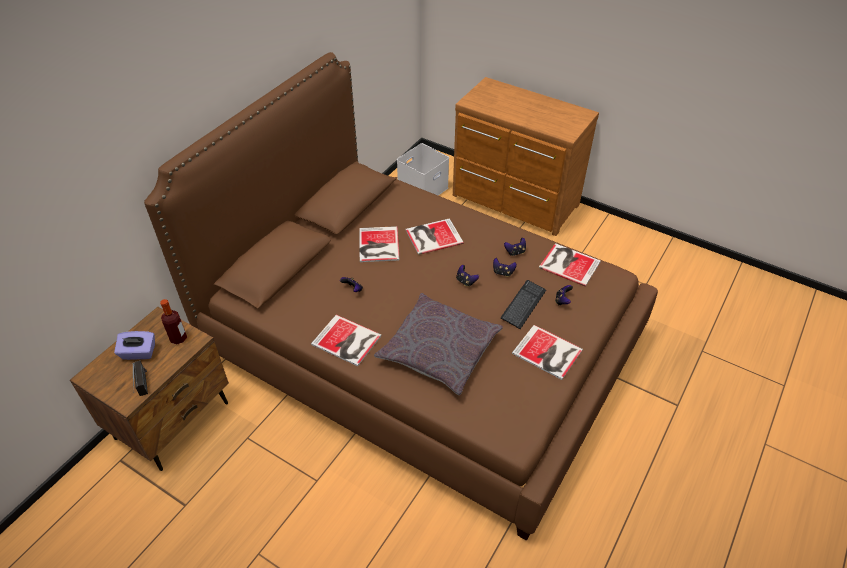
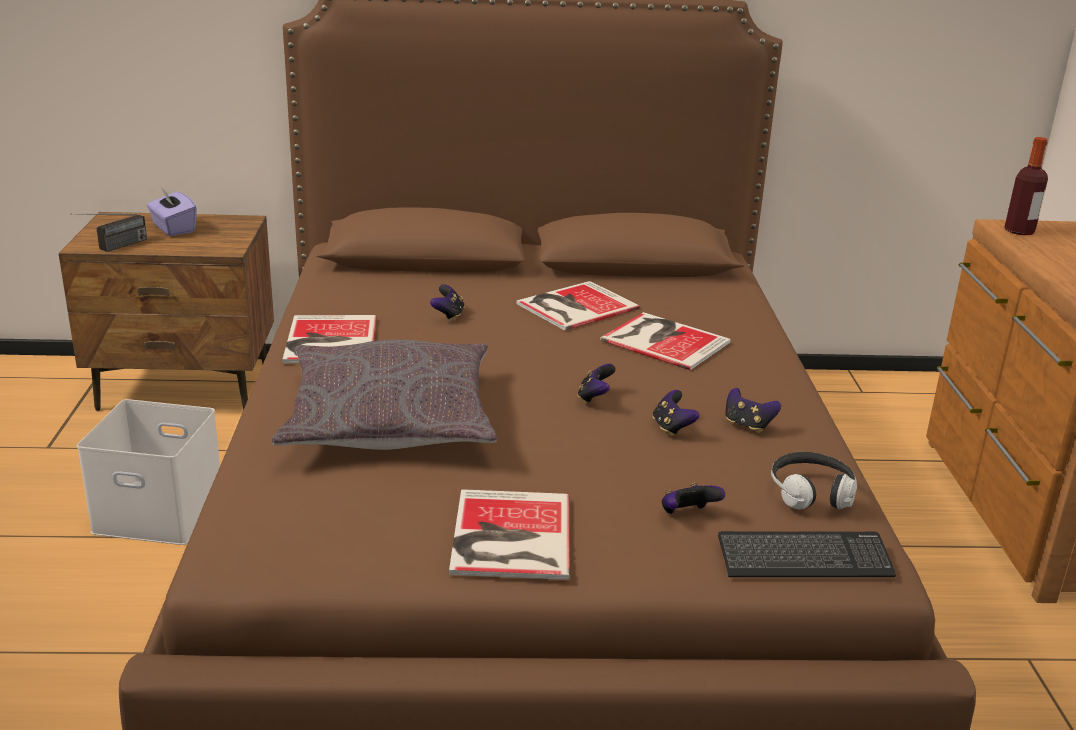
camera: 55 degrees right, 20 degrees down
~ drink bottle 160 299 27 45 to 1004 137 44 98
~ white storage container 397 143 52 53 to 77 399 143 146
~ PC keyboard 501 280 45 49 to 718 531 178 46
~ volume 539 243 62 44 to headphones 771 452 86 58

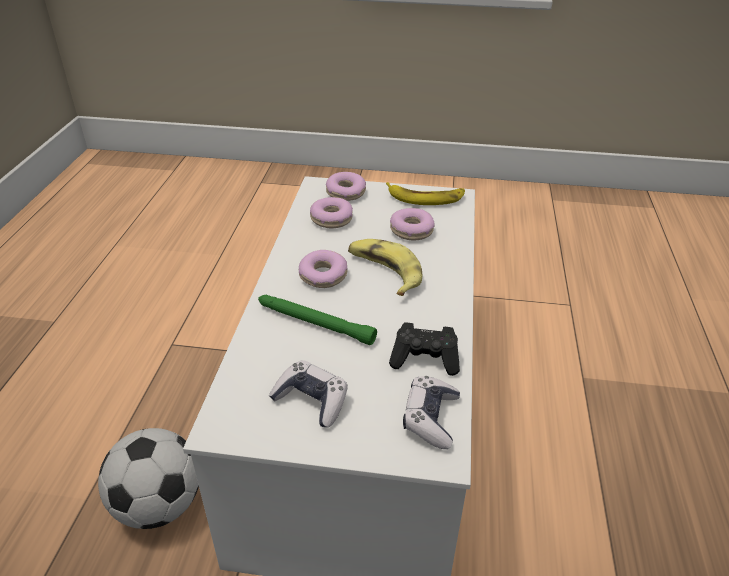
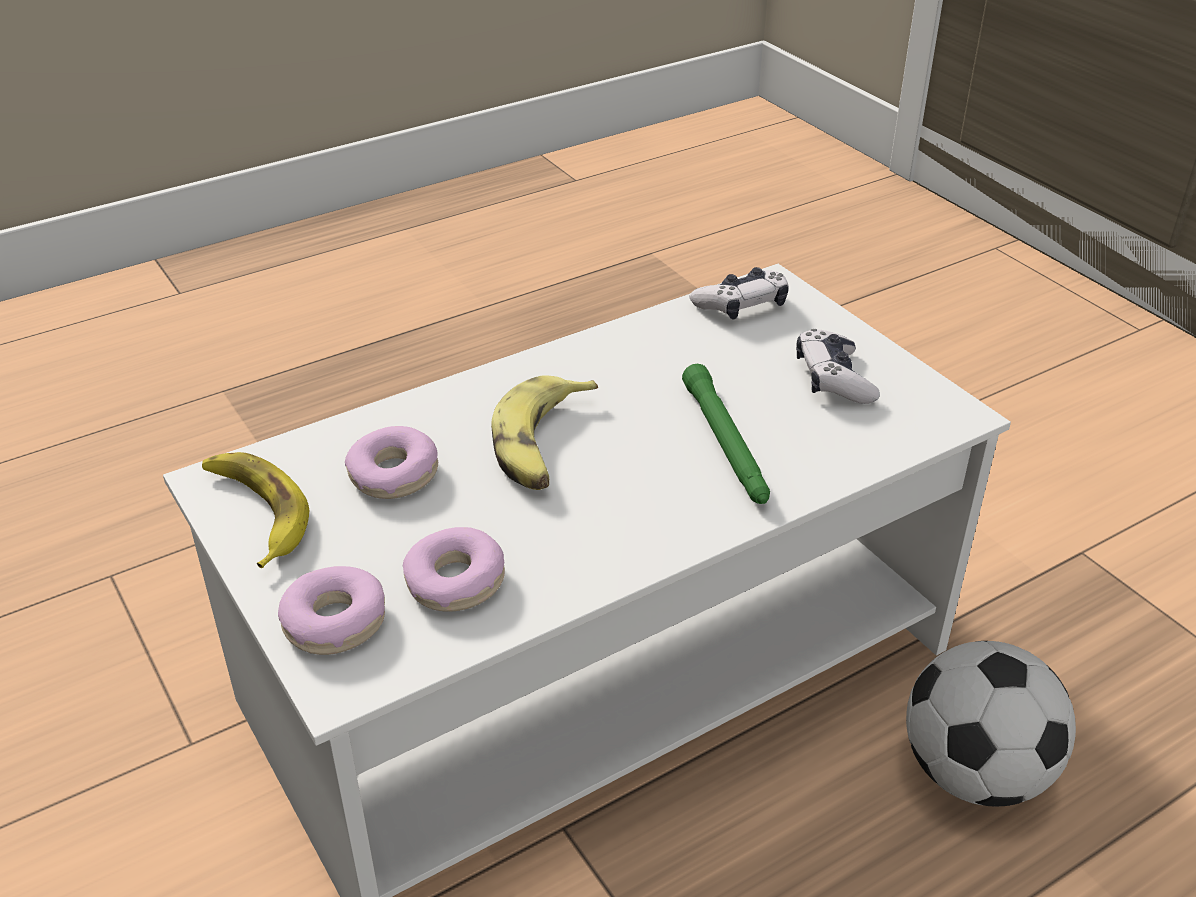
camera: 130 degrees left, 0 degrees up
- donut 299 250 48 38
- blackish game controller 389 322 71 54

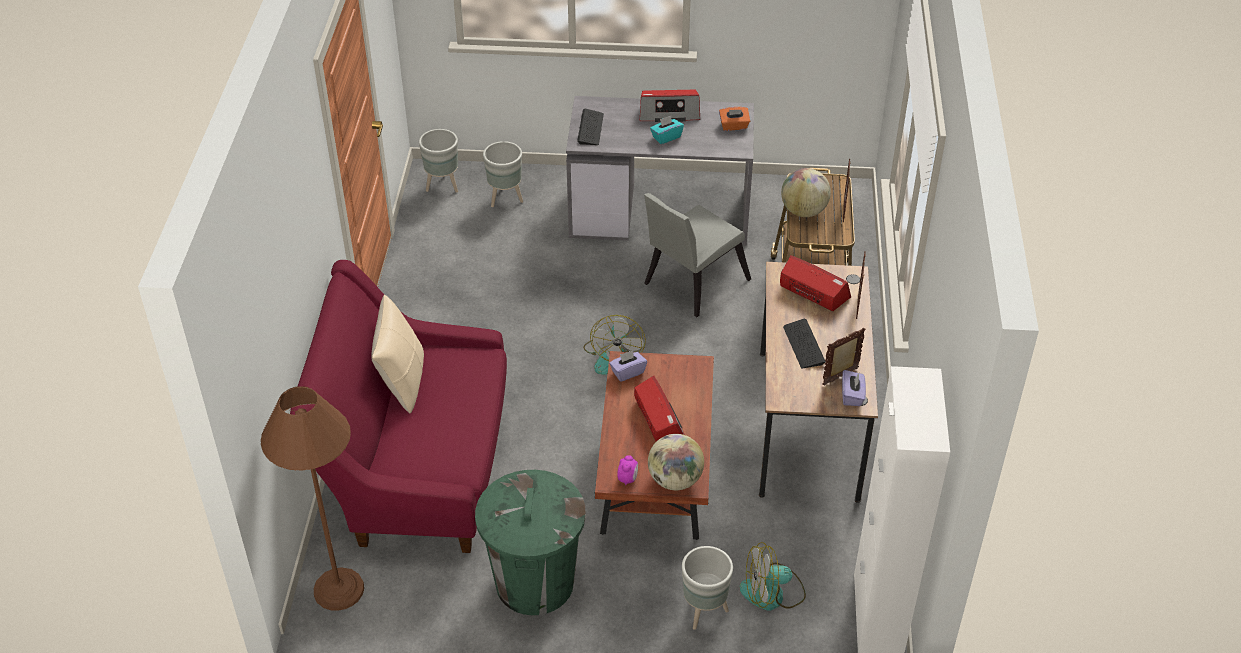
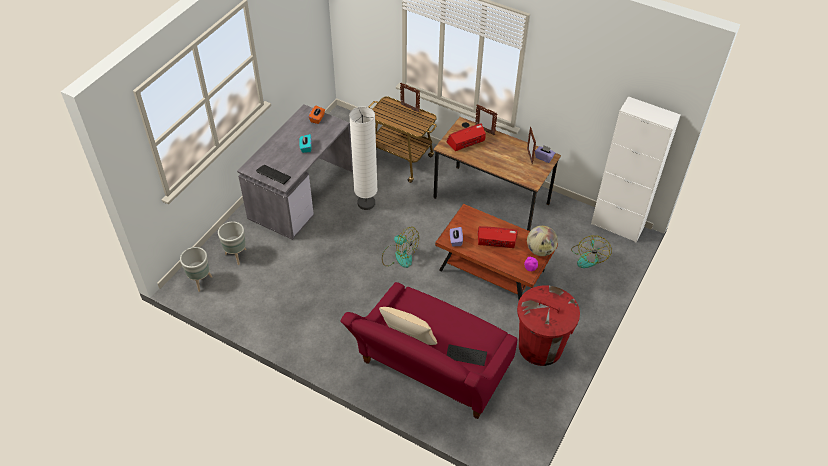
camera: 65 degrees left, 5 degrees up
- brown standard lamp 261 386 103 225
- radio receiver 640 90 60 32
- greyish planter 682 546 51 84
- globe 781 168 50 49
~ PC keyboard 783 319 43 49 to 447 344 40 22
~ greyish plain chair 644 193 107 124 to white standard lamp 349 106 29 104
~ green waste bin 475 470 111 145 to red-coloured waste bin 517 285 63 81

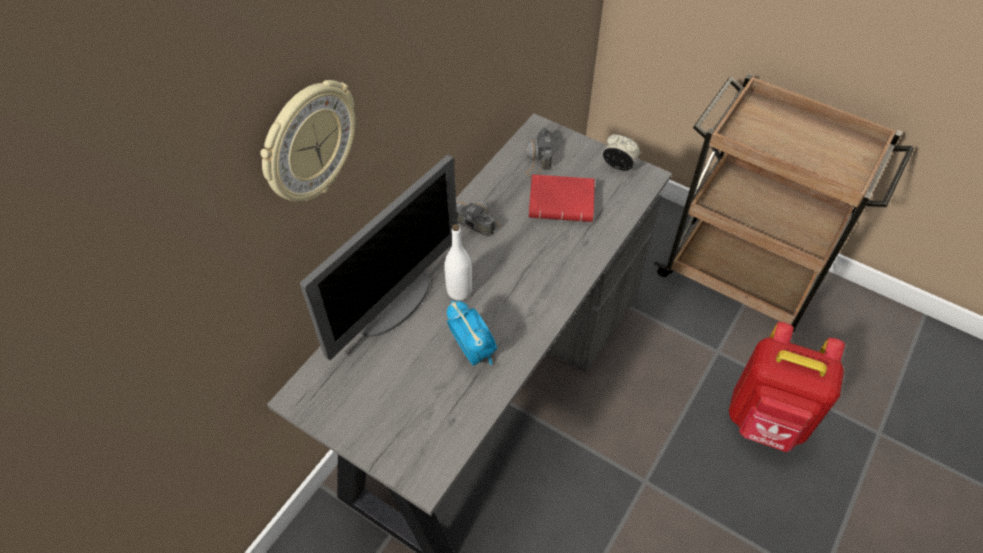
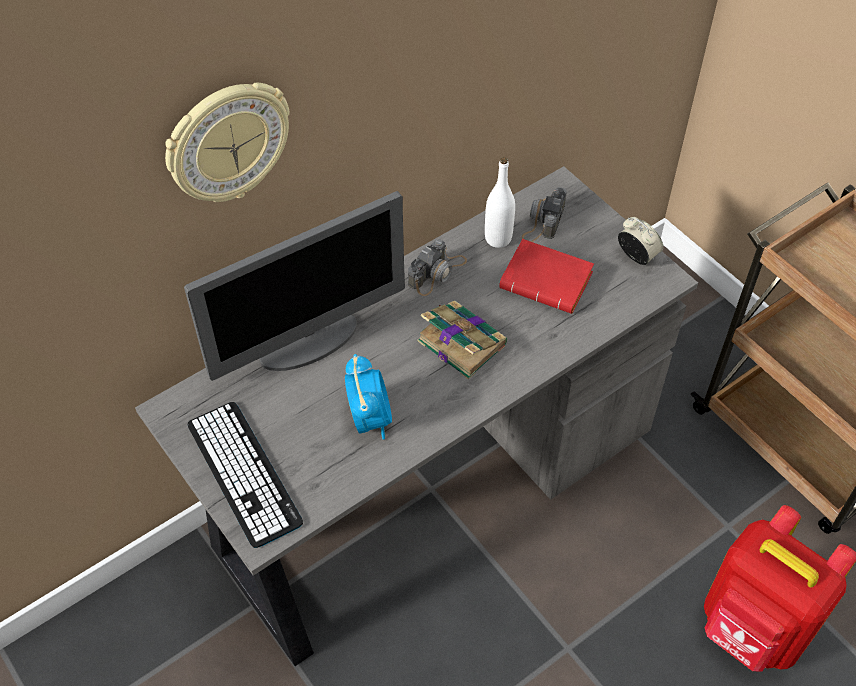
camera: 20 degrees right, 0 degrees up
+ PC keyboard 188 402 115 146
+ volume 417 301 90 79
~ white drink bottle 444 224 28 76 to 485 157 30 91
~ still camera 456 200 44 37 = 408 239 59 57 75 degrees clockwise

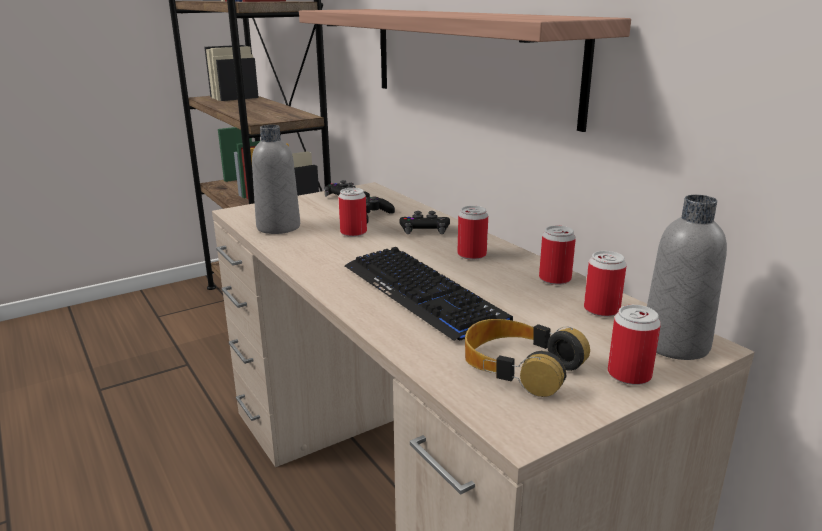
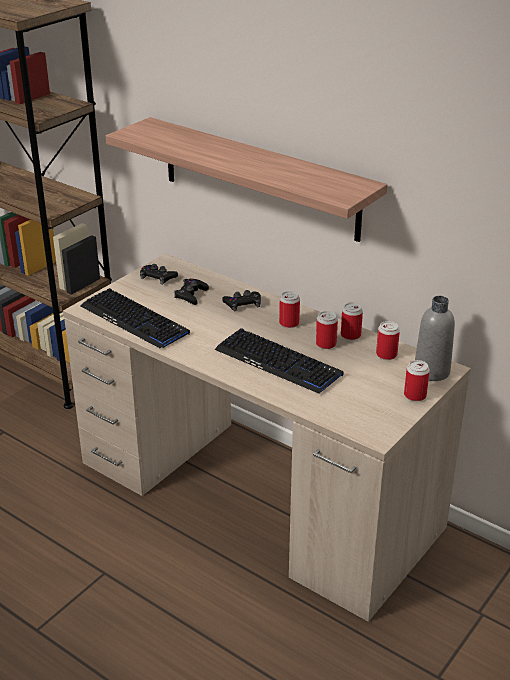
camera: 20 degrees left, 10 degrees up
- headphones 465 319 125 78
~ can 338 188 29 49 to 316 311 22 38
~ greyish drink bottle 252 125 48 109 to PC keyboard 80 288 110 61

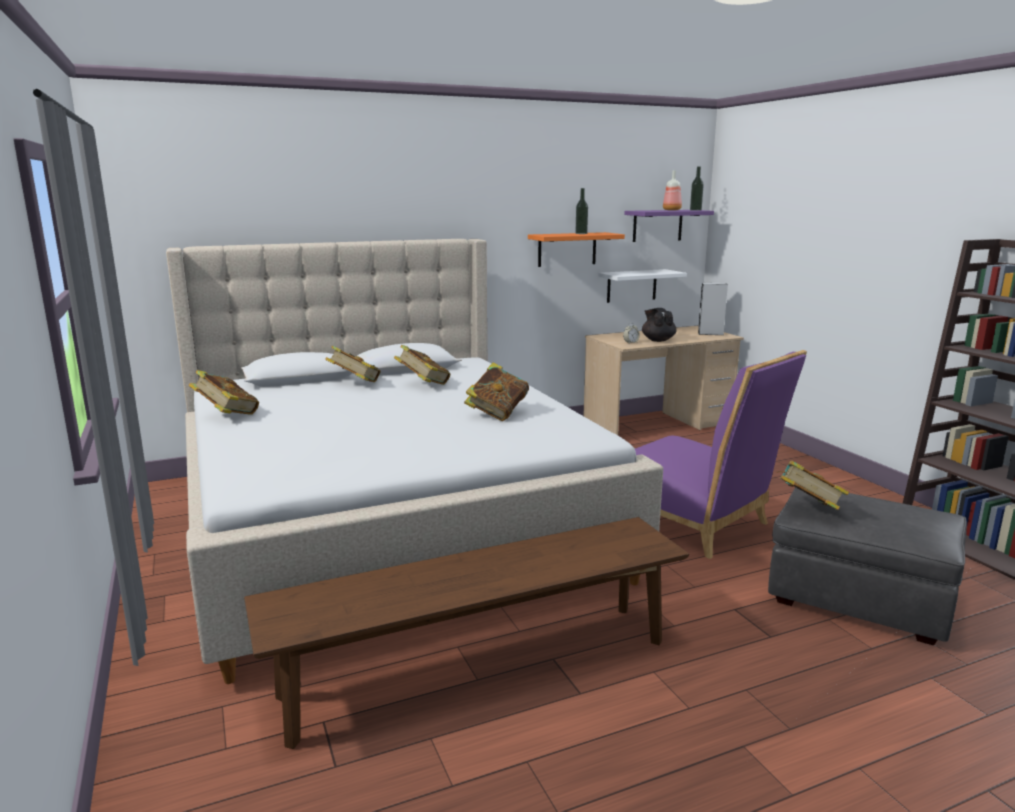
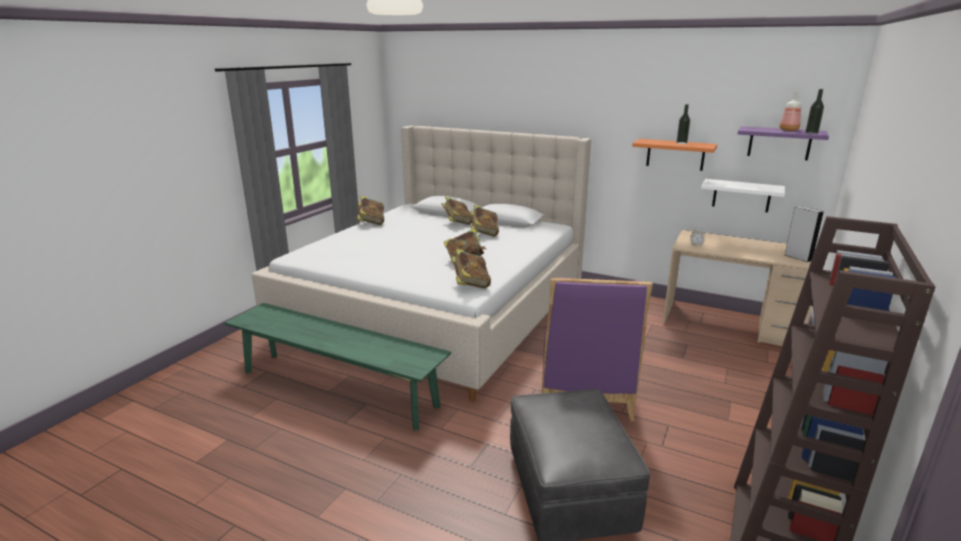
camera: 50 degrees right, 5 degrees up
- blackish tea pot 642 308 35 34
~ volume 776 461 73 49 to 451 249 40 40
~ brown bench 244 517 445 232 to green bench 224 303 227 128

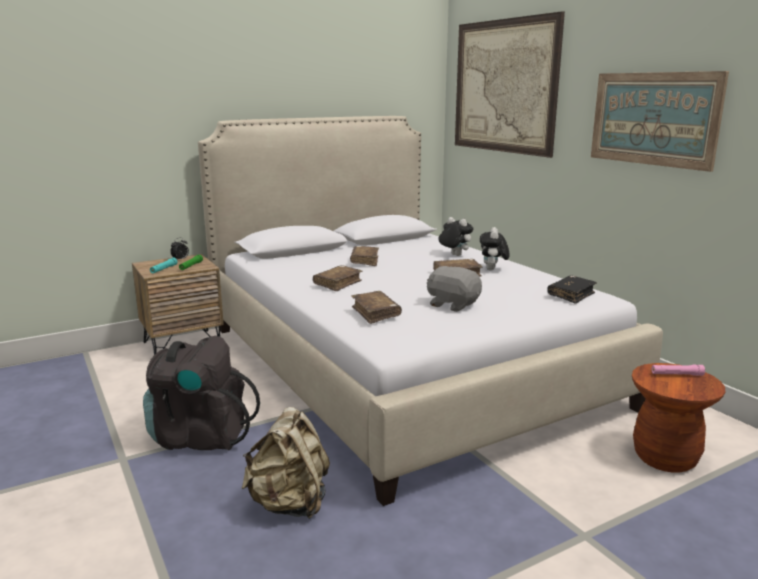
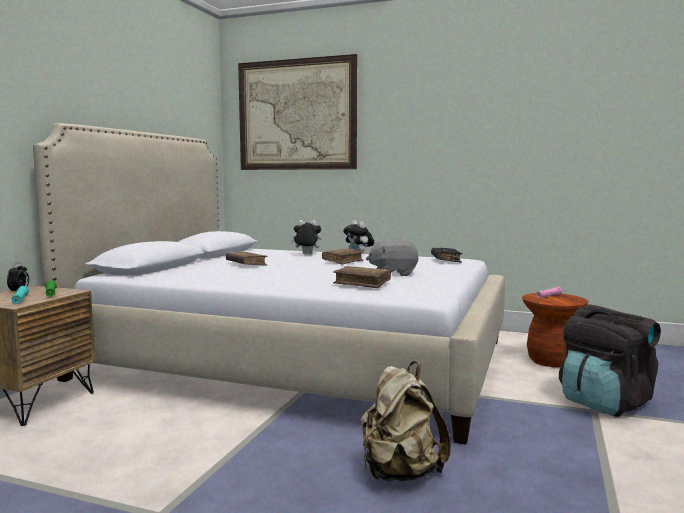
camera: 40 degrees left, 10 degrees down
- brown volume 313 265 49 26
- wall art 591 71 138 101
~ blackish knapsack 143 335 117 115 to 559 304 102 113

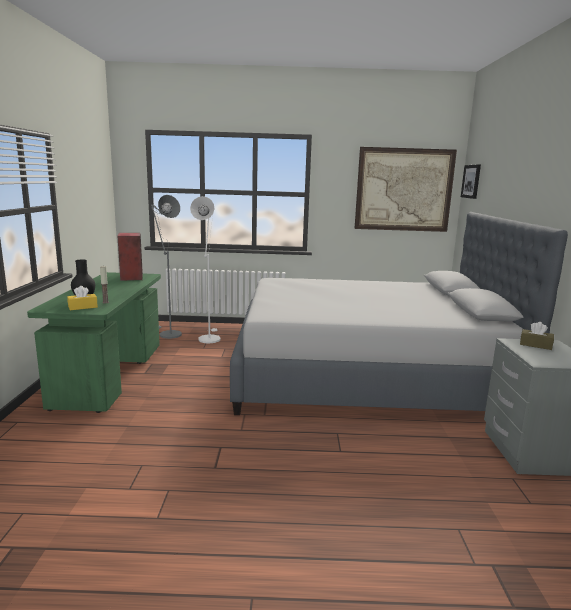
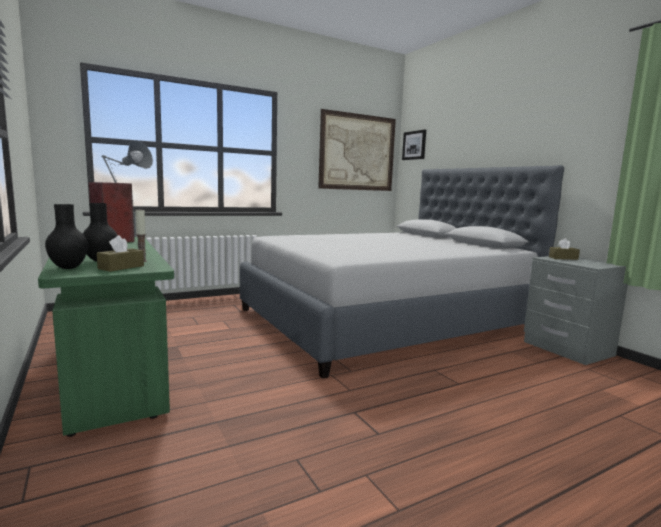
camera: 30 degrees left, 5 degrees down
- white standard lamp 190 196 31 147
+ blackish vase 45 204 43 65
~ yellow tissue holder 67 286 31 24 to brown tissue holder 97 235 47 37

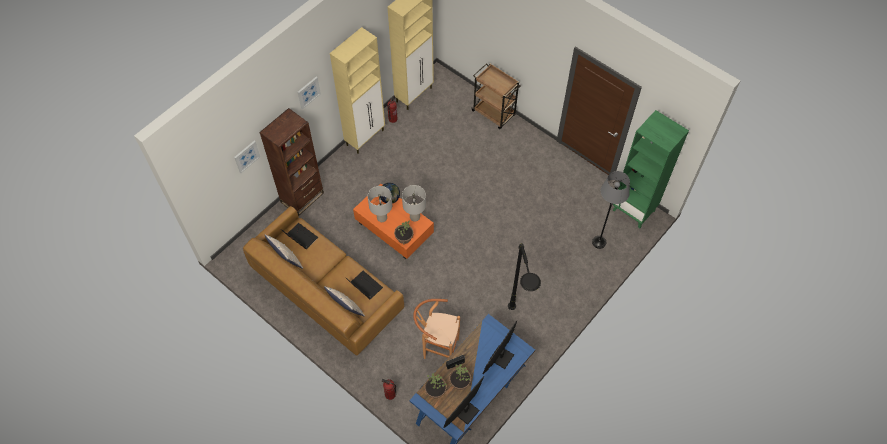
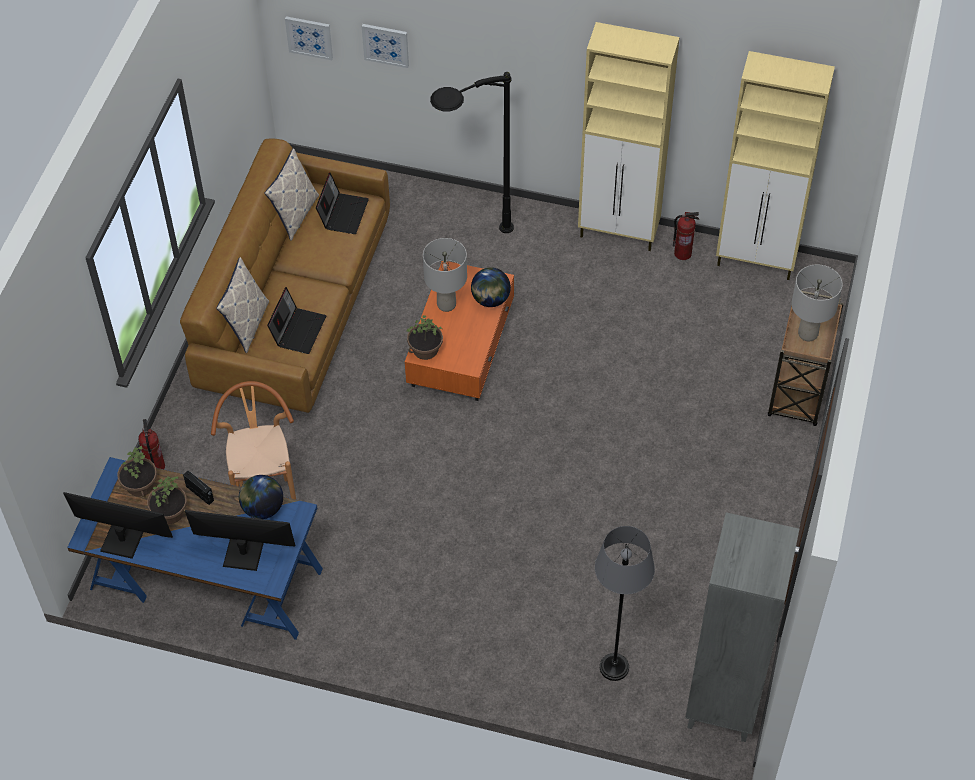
camera: 65 degrees right, 5 degrees down
- brown shelving unit 259 108 65 108
+ globe 239 475 44 44
~ wall art 298 77 23 32 to 285 16 48 44
~ greyish lamp for a table 402 185 24 37 to 791 265 52 76
~ blackish standard lamp 508 243 33 67 to 430 72 84 161
~ green shelving unit 613 110 76 118 to greyish shelving unit 685 512 114 230

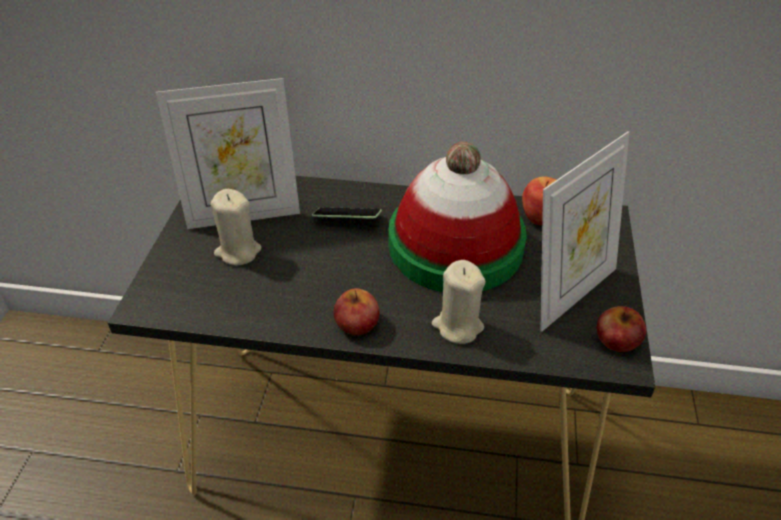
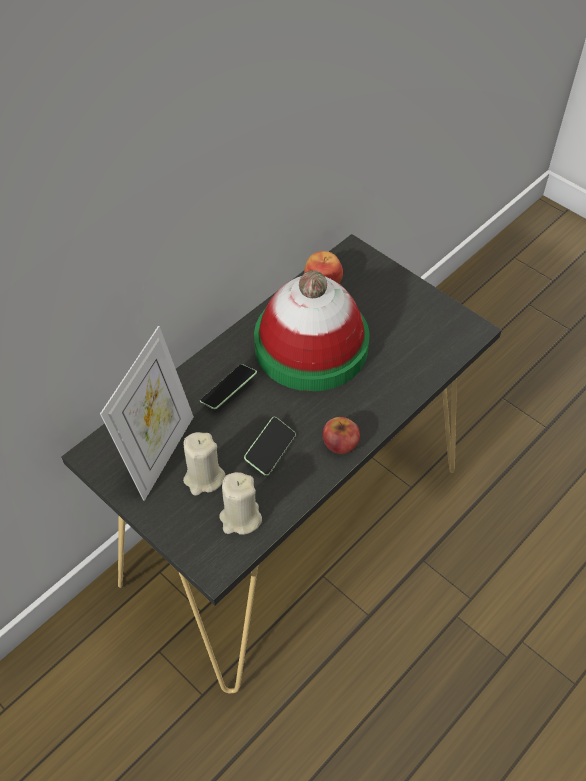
camera: 55 degrees left, 10 degrees up
- picture frame 540 131 89 201
- apple fruit 597 306 49 46
+ handset 244 417 52 59
~ beige-coloured candle 432 260 54 84 to 219 472 43 63

